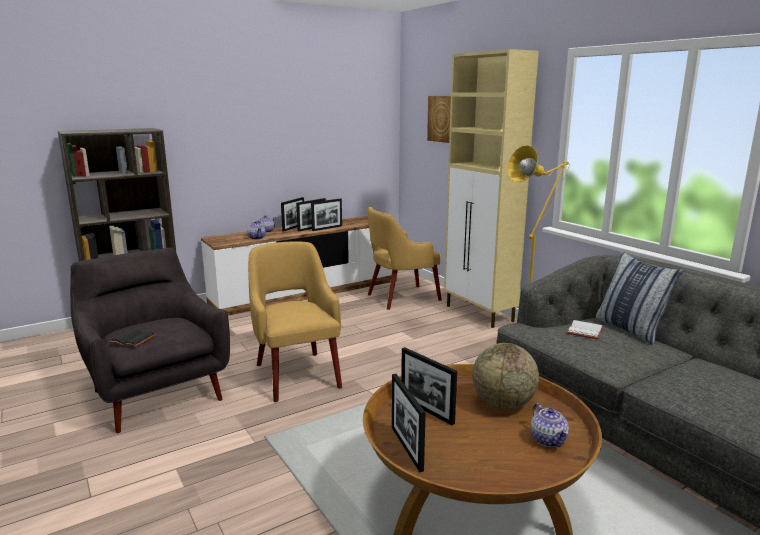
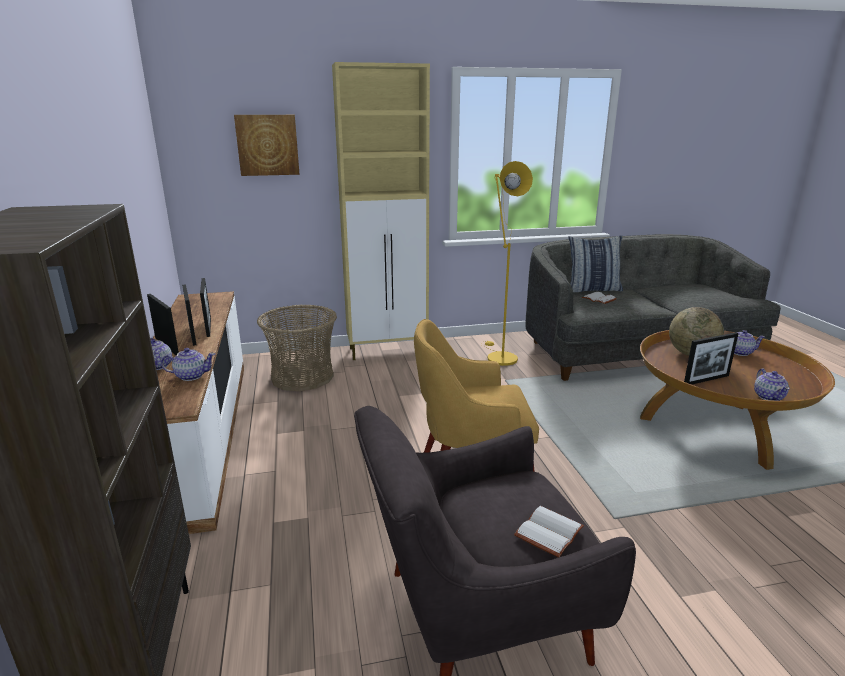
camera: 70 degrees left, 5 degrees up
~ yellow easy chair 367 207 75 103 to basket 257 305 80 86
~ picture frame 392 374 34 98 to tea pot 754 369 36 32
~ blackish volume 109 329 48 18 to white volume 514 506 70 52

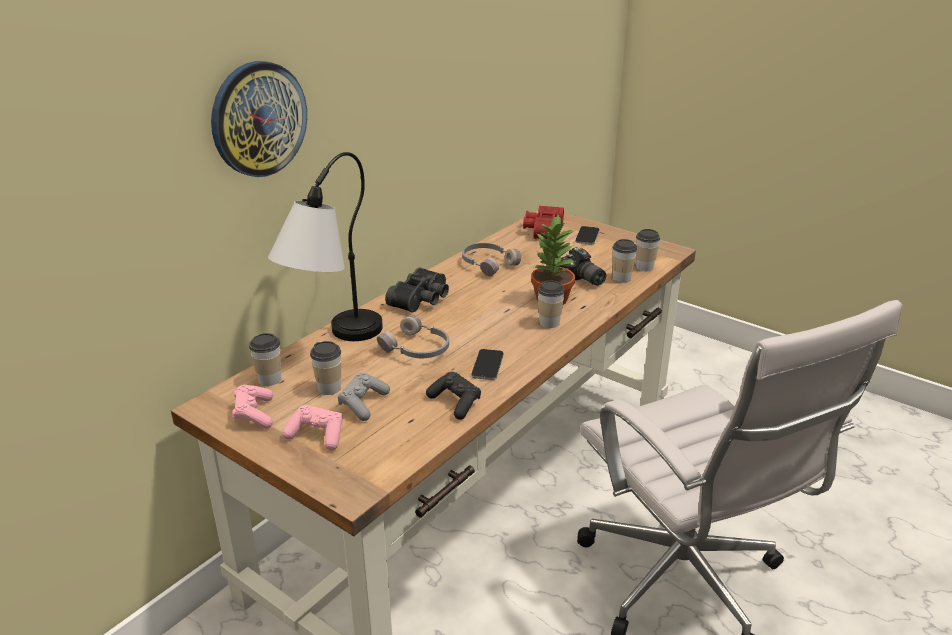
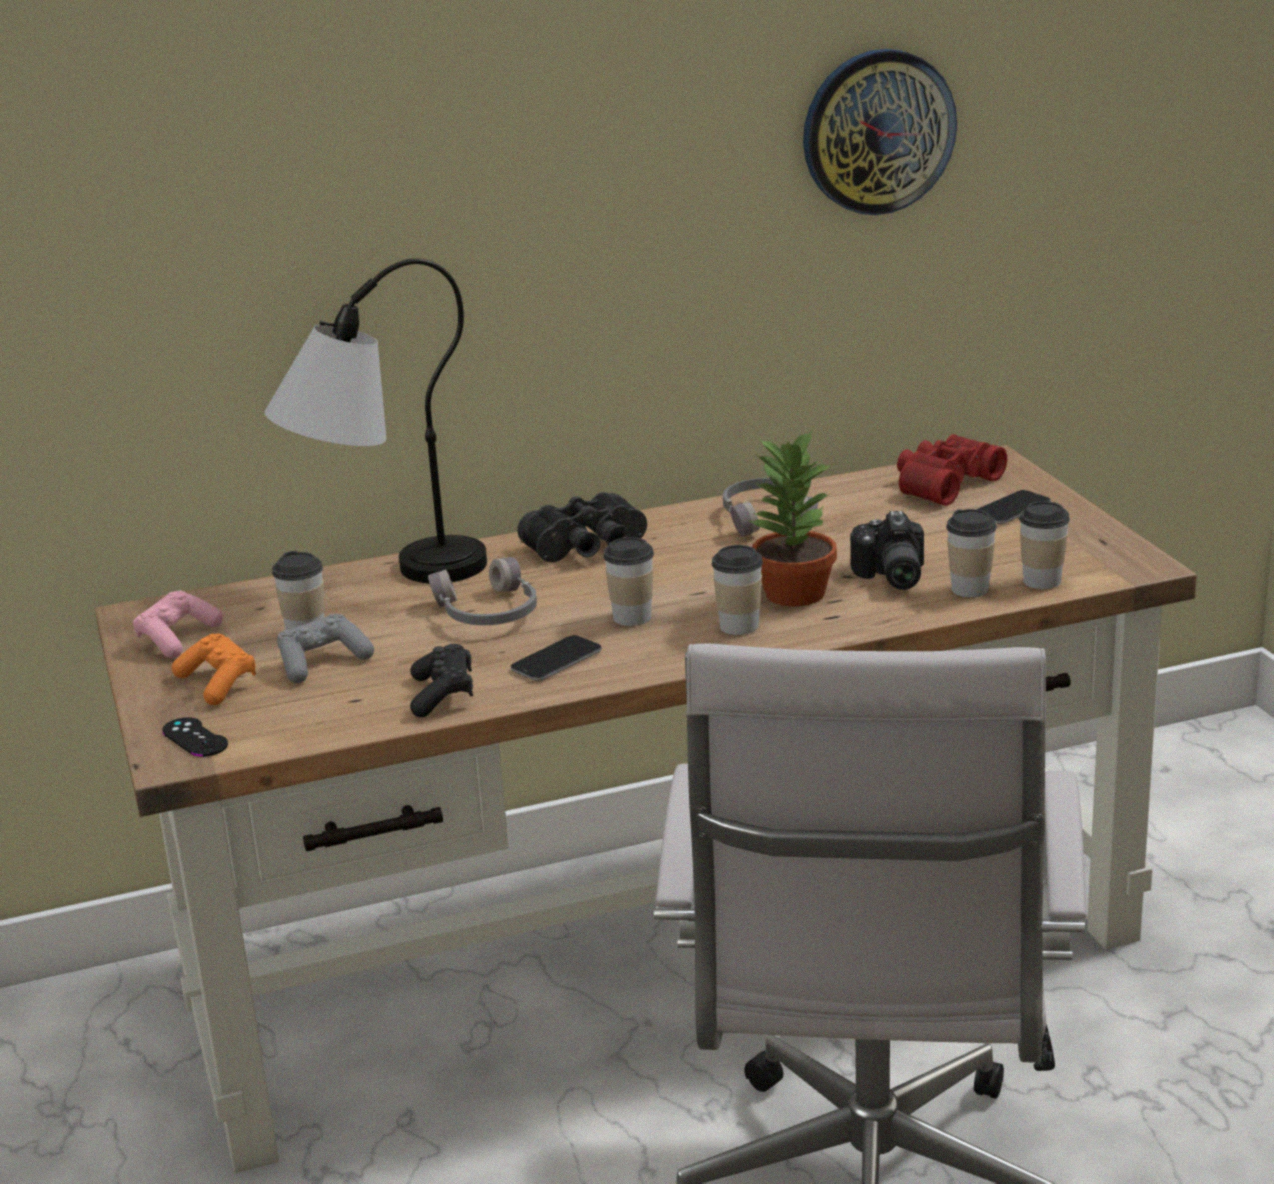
camera: 35 degrees right, 5 degrees down
+ blackish game controller 162 717 66 40
~ hanging clock 211 61 96 116 to 803 49 154 166
~ drinking cup 249 333 32 53 to 604 537 50 89
~ pink game controller 282 405 61 46 to orangey game controller 172 634 84 71

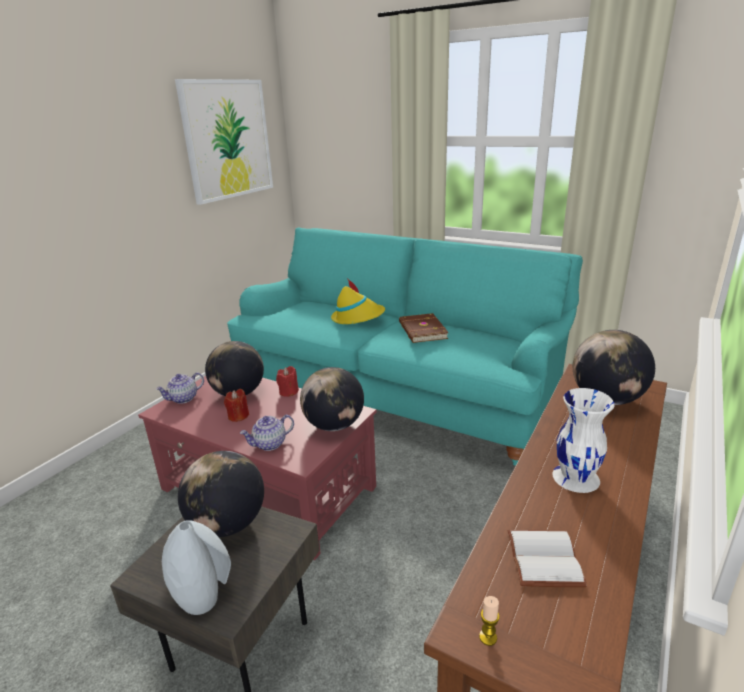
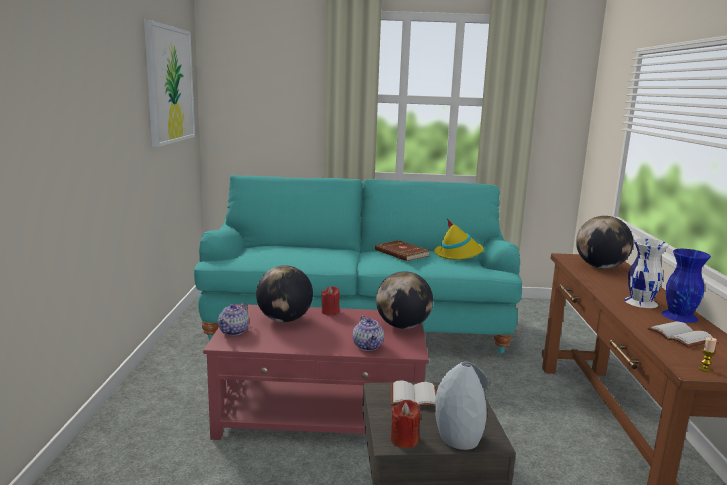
camera: 30 degrees left, 10 degrees down
+ blue-coloured vase 662 249 49 74
~ red-coloured candle 224 389 25 33 to 391 400 30 48
~ yellow clothing hat 331 278 54 46 to 434 219 50 41
~ globe 178 451 86 86 to white volume 391 380 46 27
~ tea pot 240 415 54 36 = 353 316 31 35 45 degrees counterclockwise

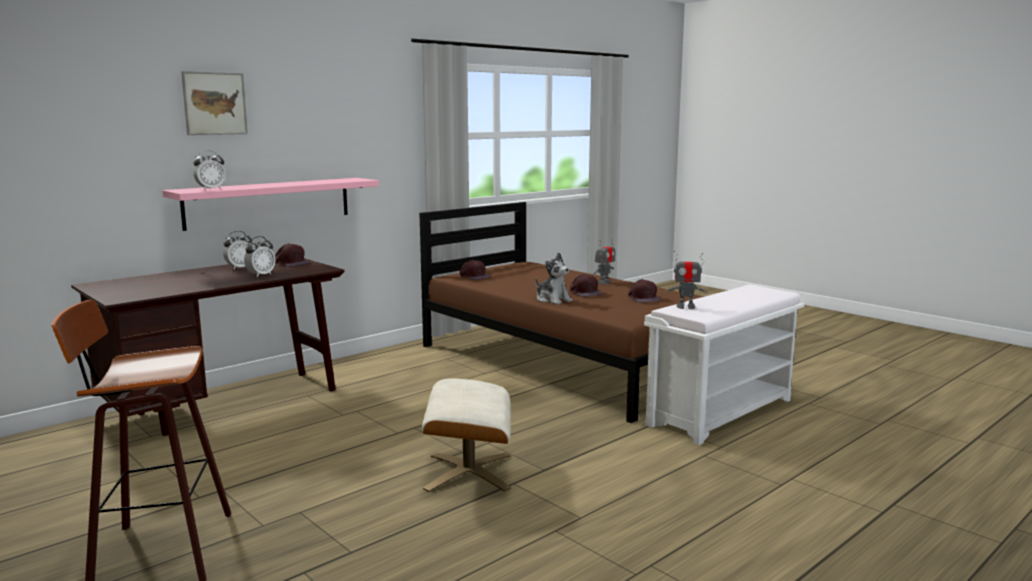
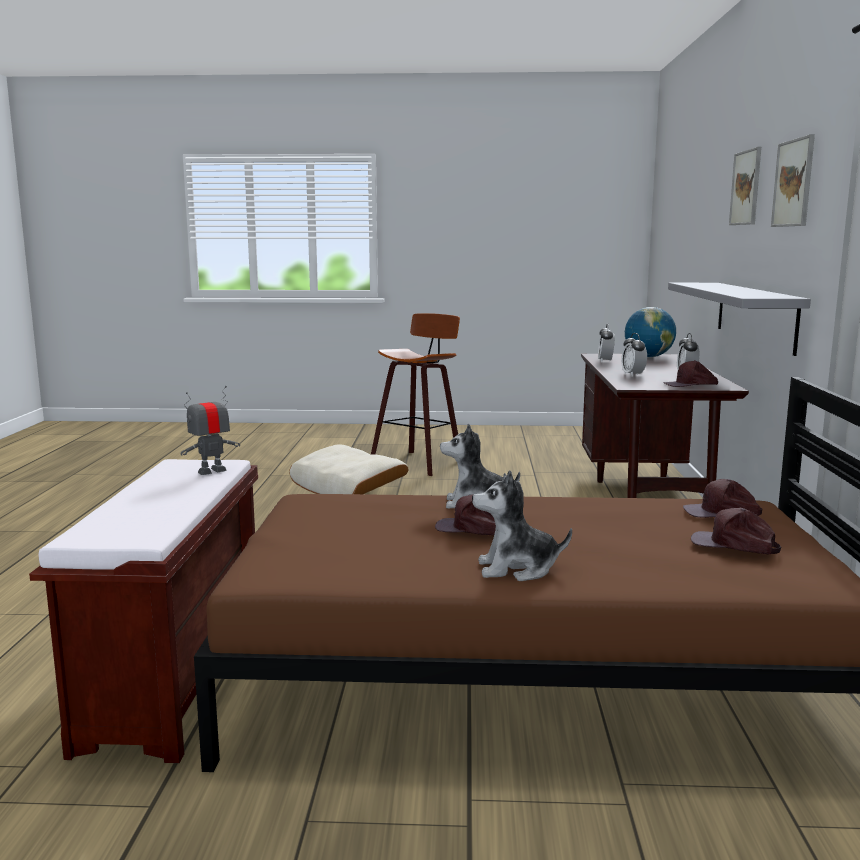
camera: 135 degrees right, 0 degrees up
+ globe 625 307 51 51
+ wall art 771 134 44 93
~ alarm clock 193 150 33 40 to 598 323 17 39
~ brown peaked cap 628 279 33 24 to 691 508 90 47
~ robot figure 594 239 21 45 to plush toy 472 470 100 111
~ pink bracket shelf 163 178 216 53 to greyish bracket shelf 668 283 143 73
~ white bench 644 284 160 161 to brown bench 29 459 229 304

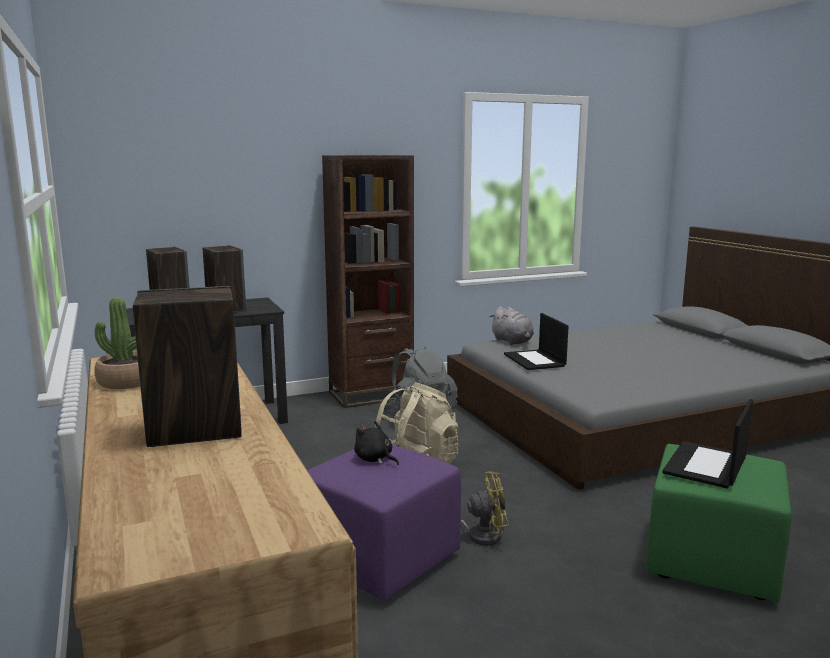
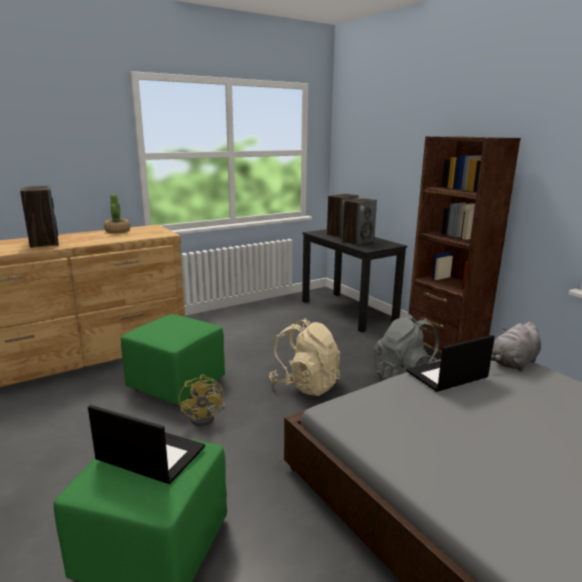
camera: 80 degrees right, 5 degrees up
- blackish plush toy 354 421 45 44
~ purple-coloured ottoman 307 445 154 156 to green ottoman 121 314 104 92

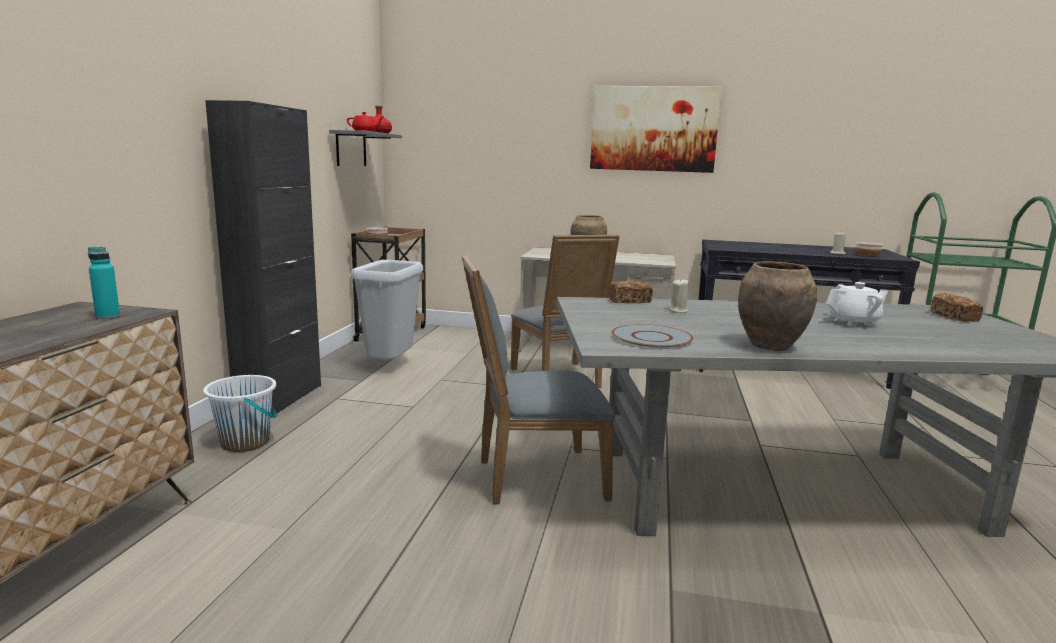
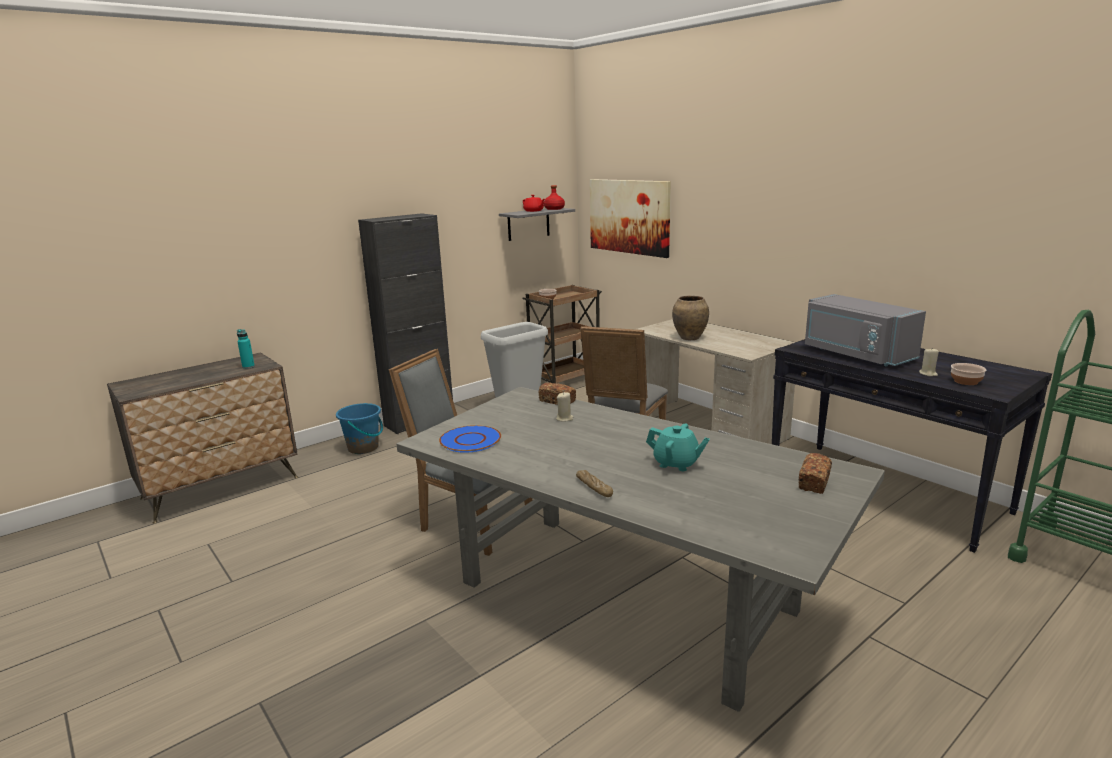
camera: 40 degrees right, 5 degrees up
- brown vase 738 261 79 90
+ baked bread 576 470 37 27
+ greyish kitchen microwave 805 294 121 72
~ wall art 590 86 132 87 to 590 179 81 79
~ white pail 203 375 75 77 to blue-coloured pail 336 403 47 51
~ greyish plate 612 324 81 25 to blue-coloured plate 439 425 62 28
~ white tea pot 826 282 62 45 to turquoise tea pot 646 423 64 48

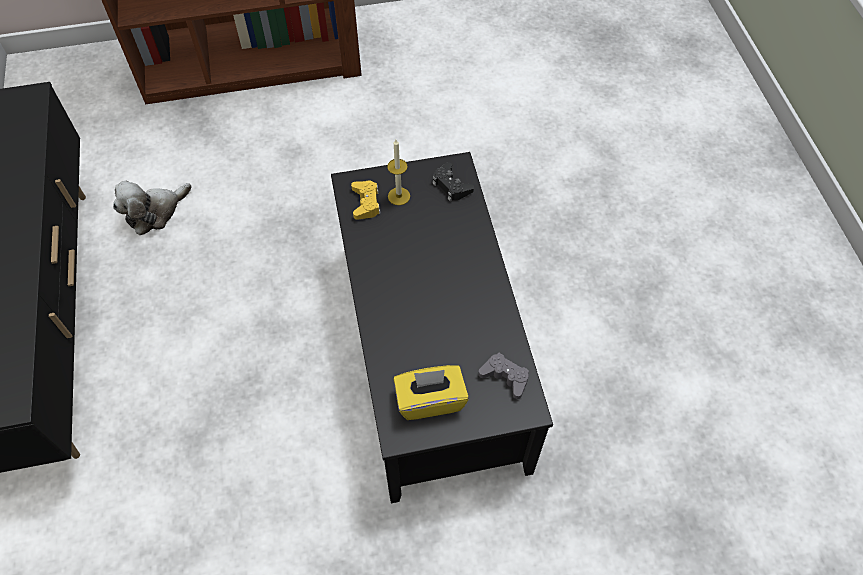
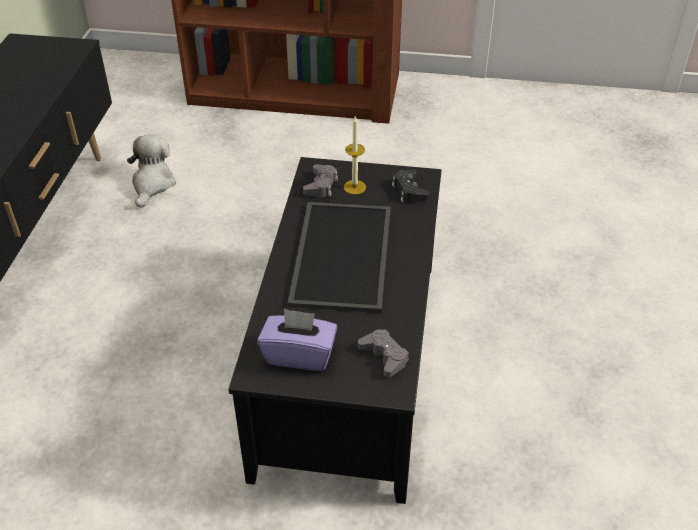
camera: 20 degrees right, 15 degrees down
+ serving tray 288 202 103 111
~ yellow game controller 351 181 30 39 to greyish game controller 303 164 35 33
~ yellow tissue holder 393 365 76 55 to purple-coloured tissue holder 257 309 80 62
~ plush toy 113 180 78 55 = 127 135 49 73 120 degrees clockwise

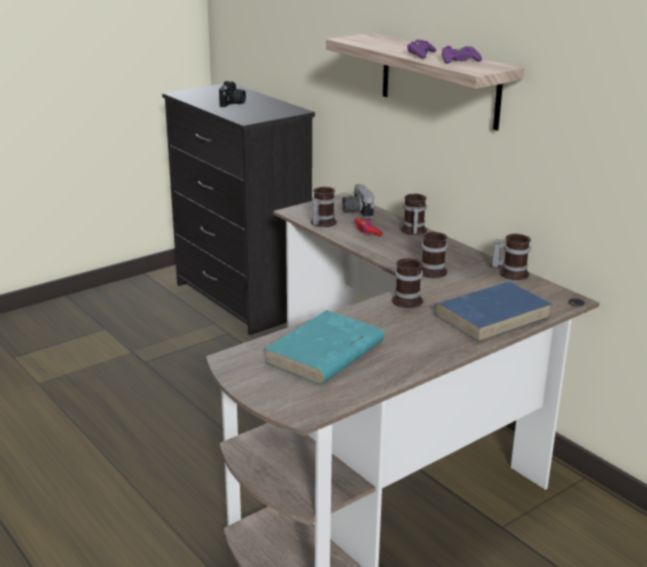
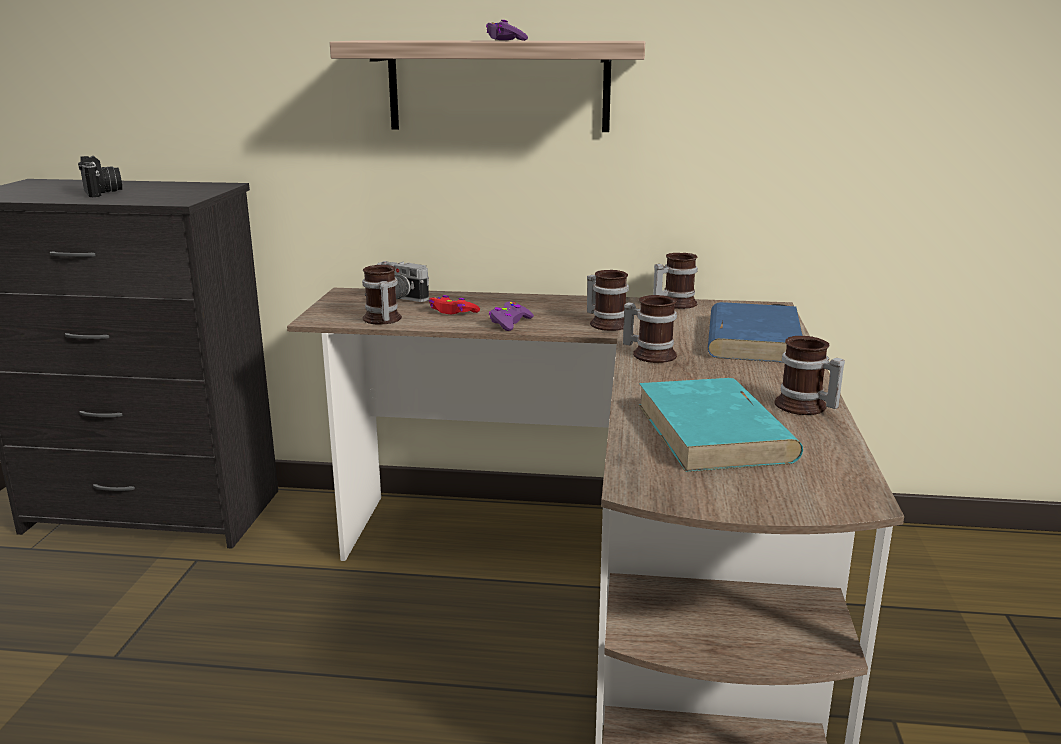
camera: 45 degrees left, 5 degrees down
~ tea mug 400 194 27 41 to 774 336 71 79
~ purple-coloured game controller 442 46 40 18 to 489 302 45 29

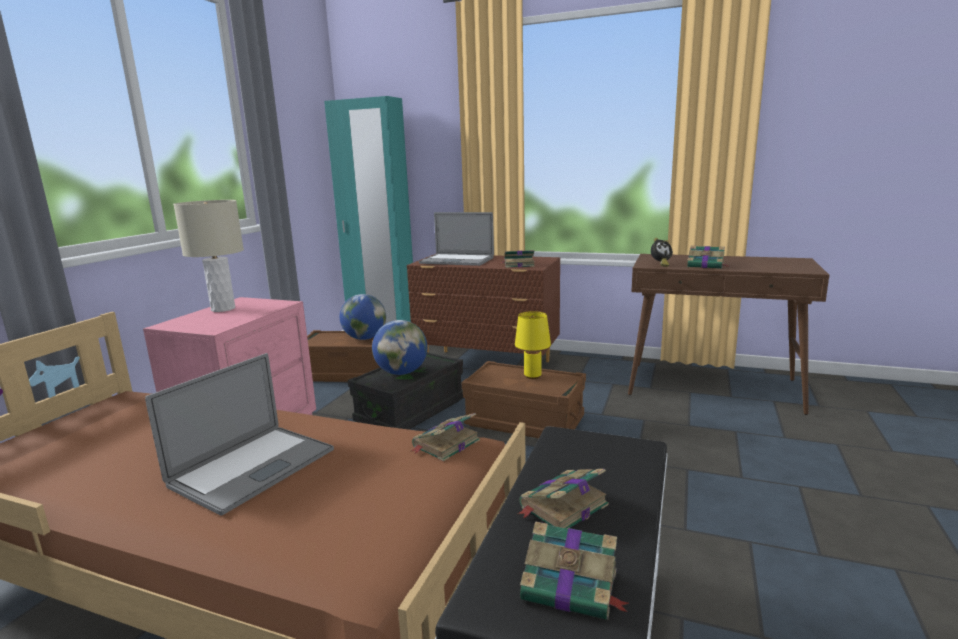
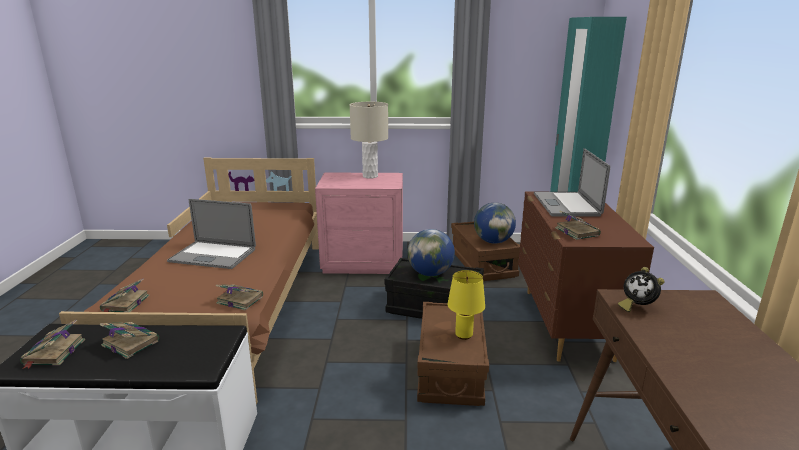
camera: 70 degrees right, 5 degrees up
~ volume 687 246 43 23 to 100 278 50 34

